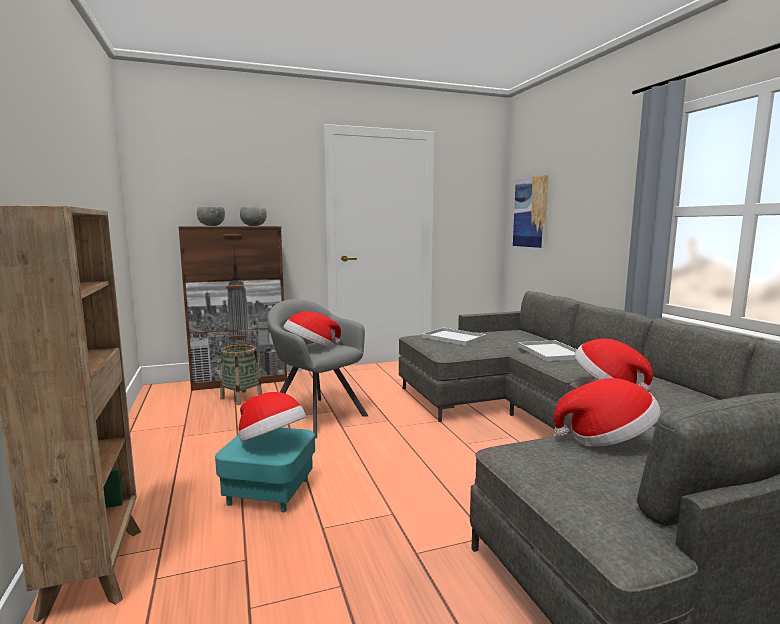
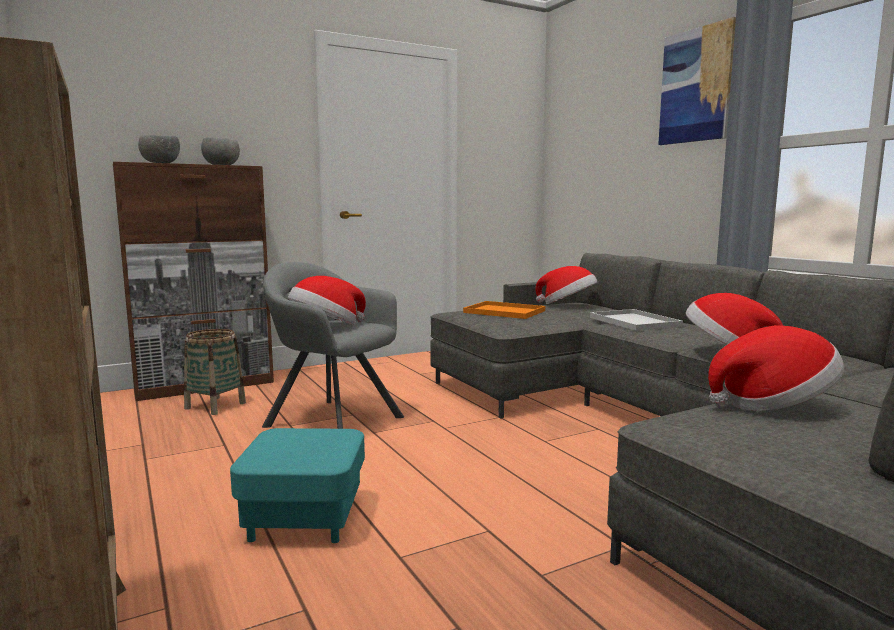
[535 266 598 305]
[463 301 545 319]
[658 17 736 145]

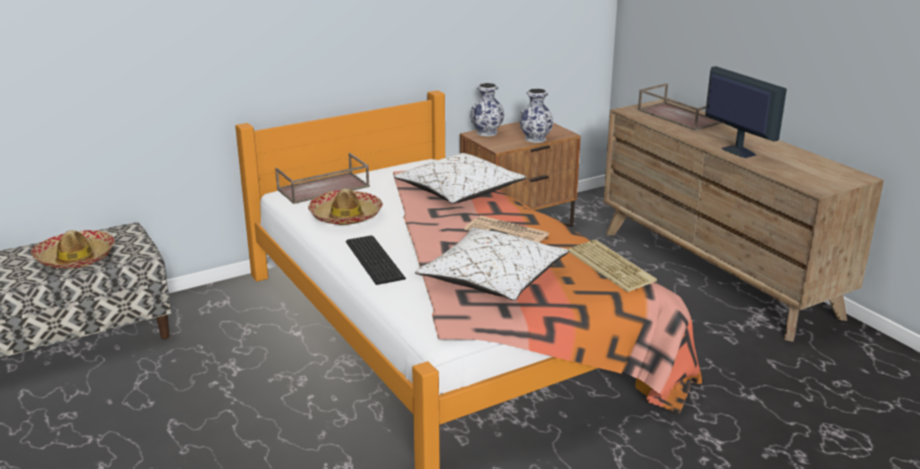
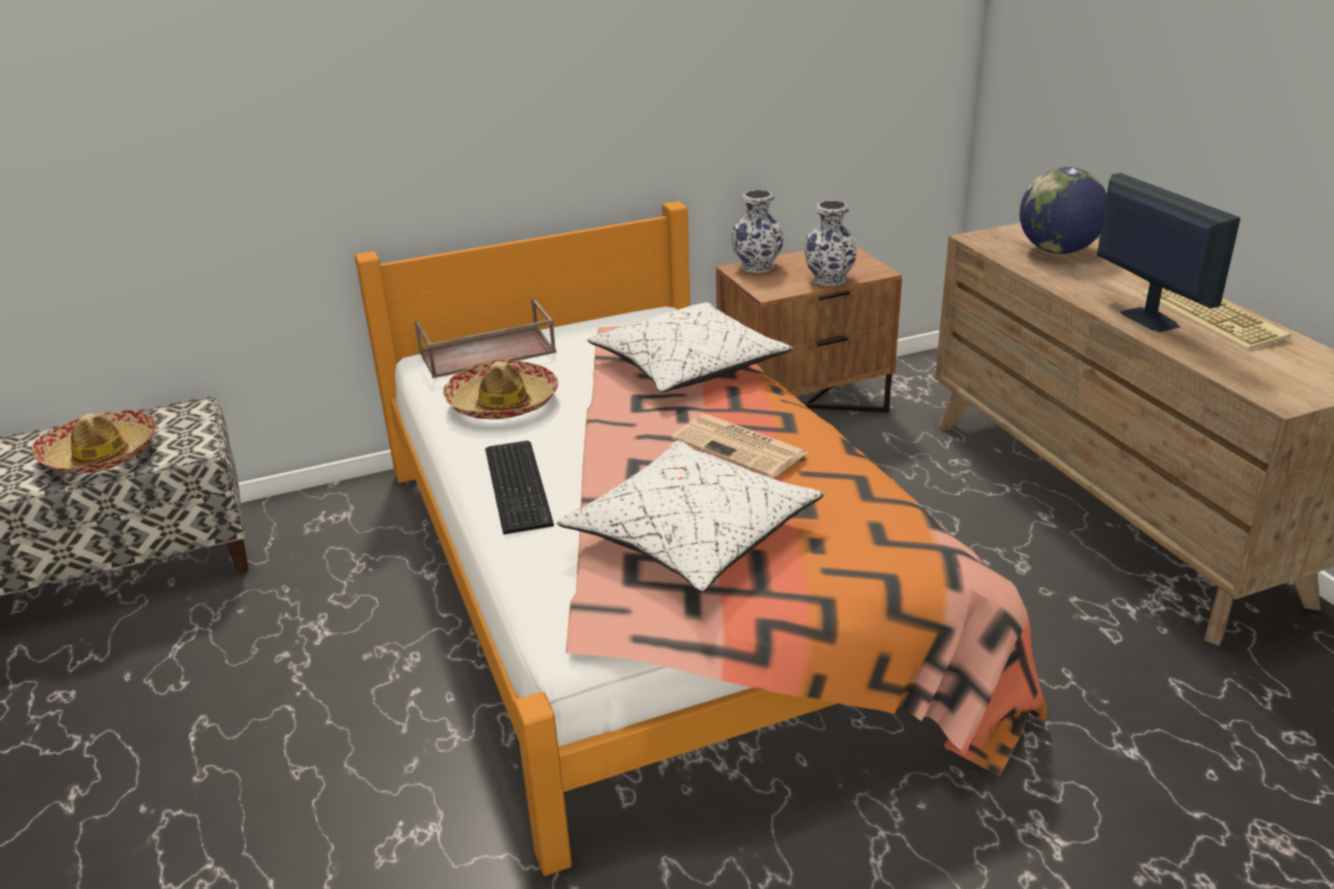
[1142 288 1291 350]
[1019 167 1107 254]

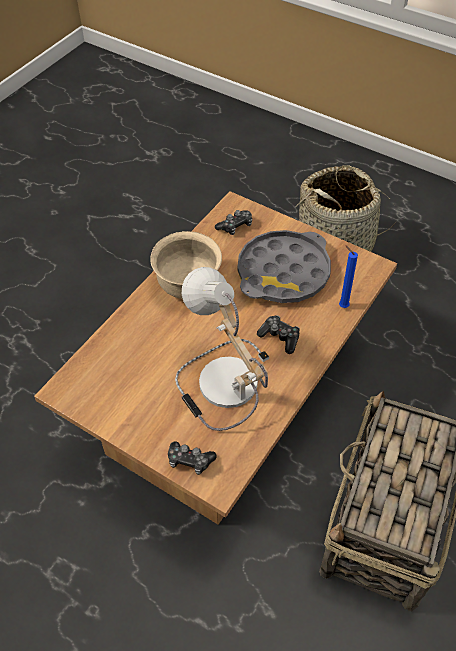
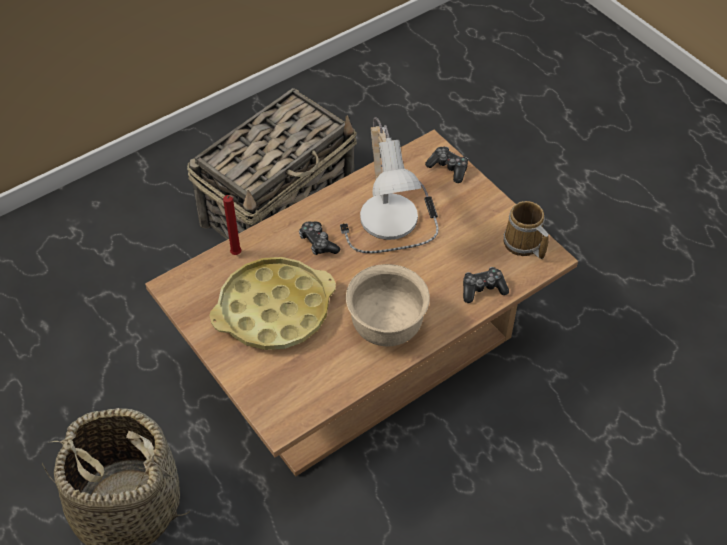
[463 267 509 303]
[210 257 336 350]
[223 195 242 255]
[504 201 549 259]

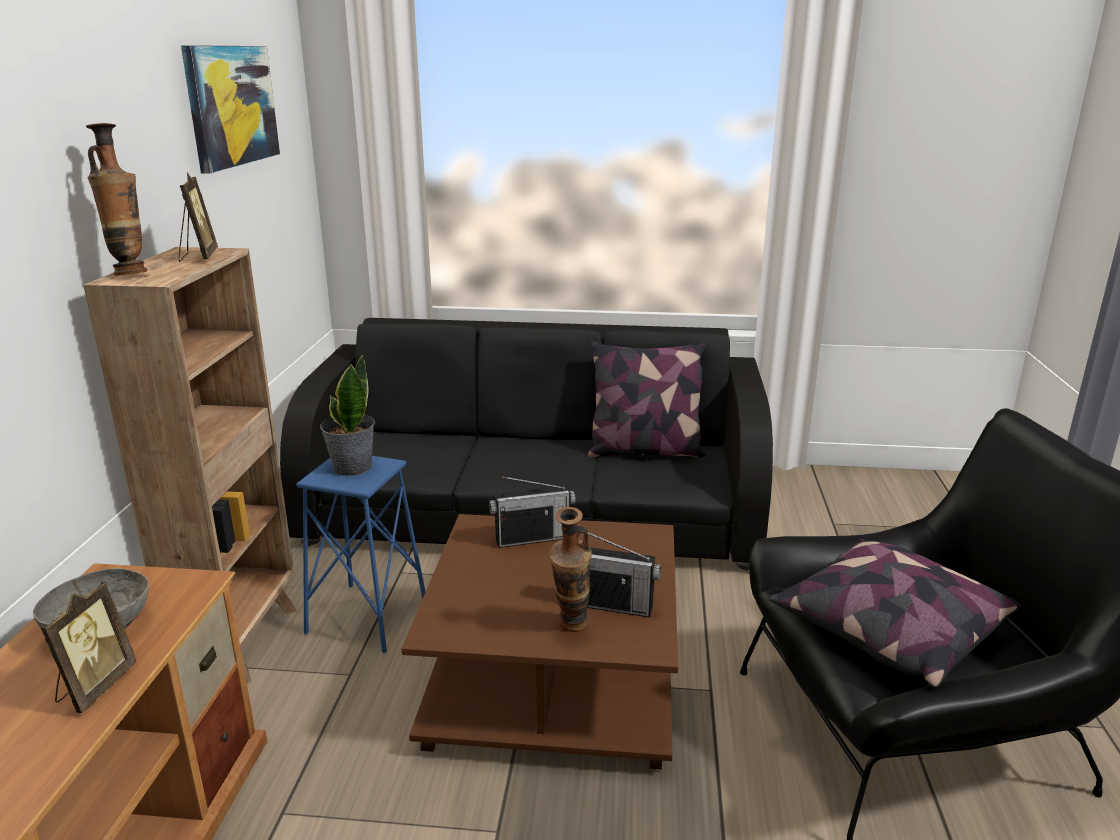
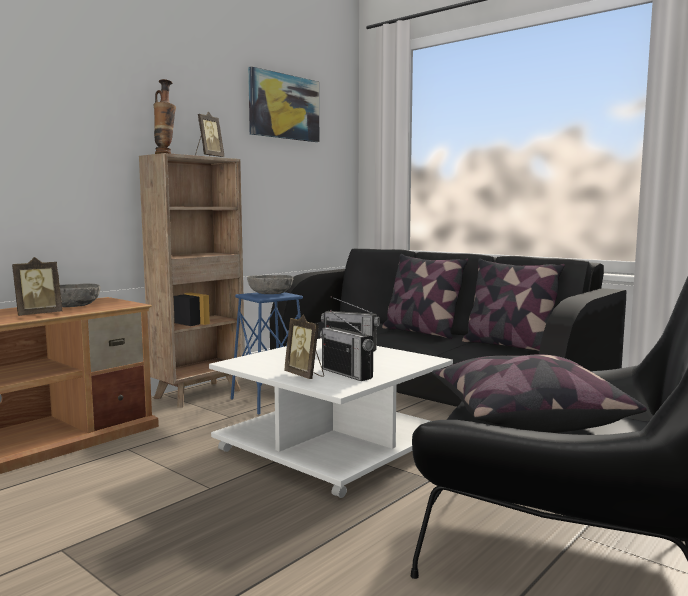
[247 275 293 294]
[209 338 453 498]
[284 314 324 379]
[382 254 468 339]

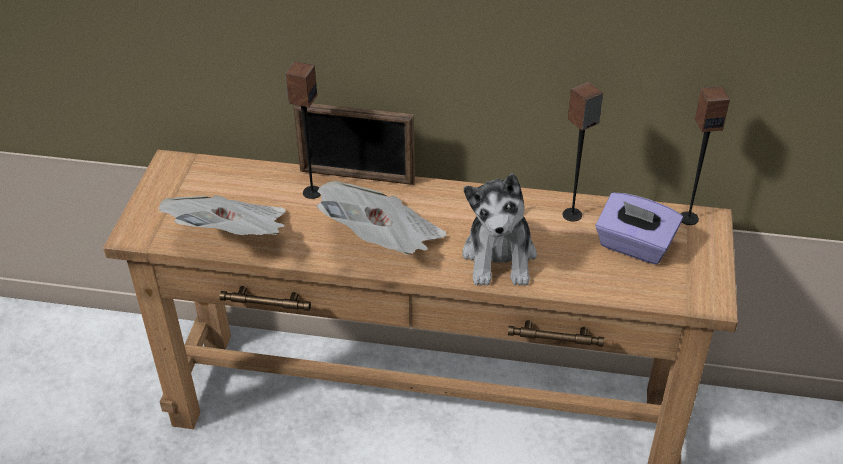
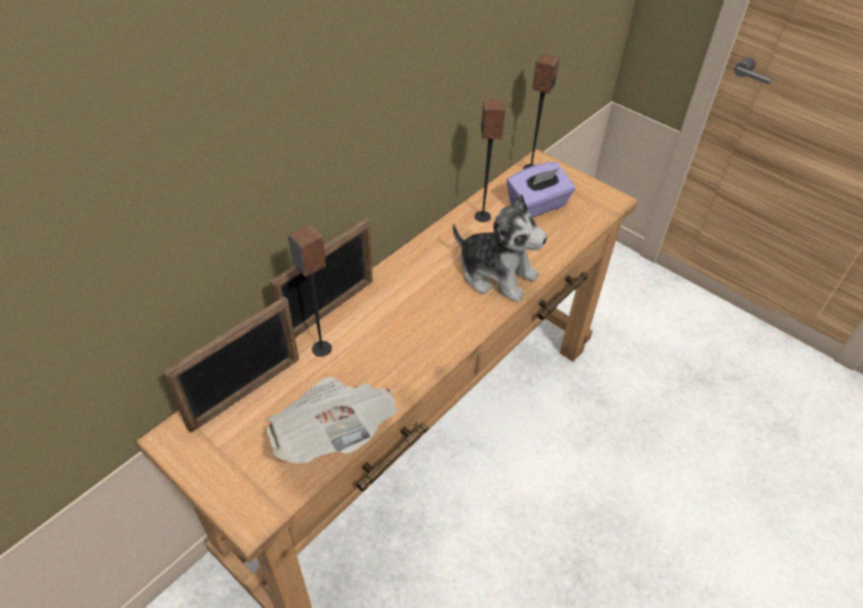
[316 181 447 255] (first image)
[163 296 299 433]

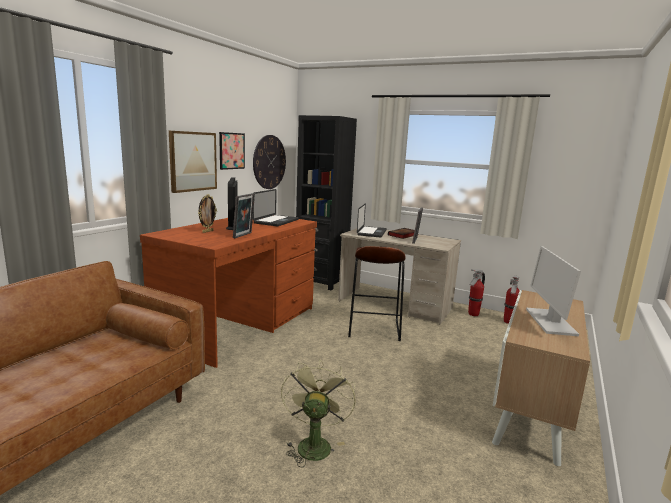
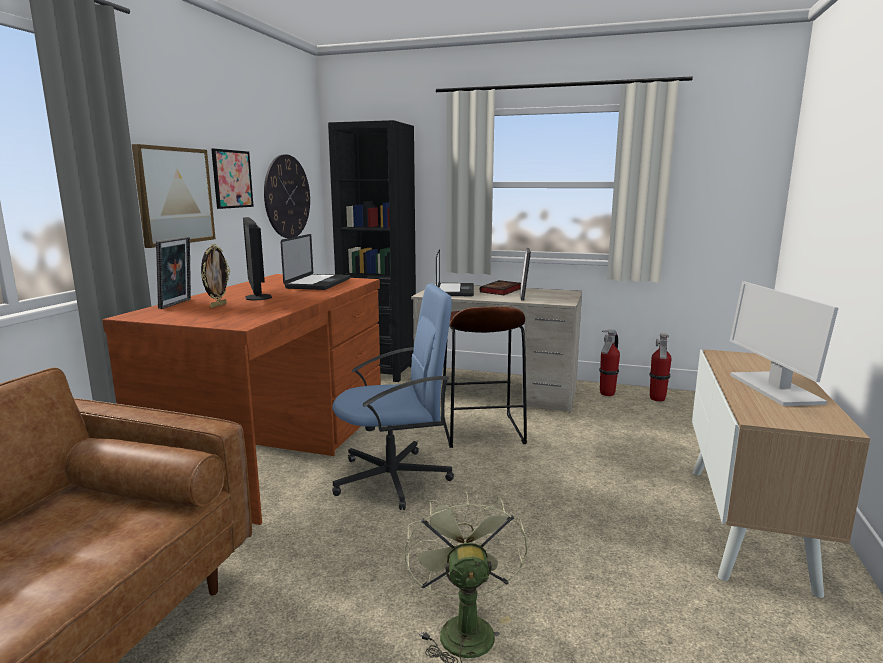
[156 237 191 309]
[332 284 454 510]

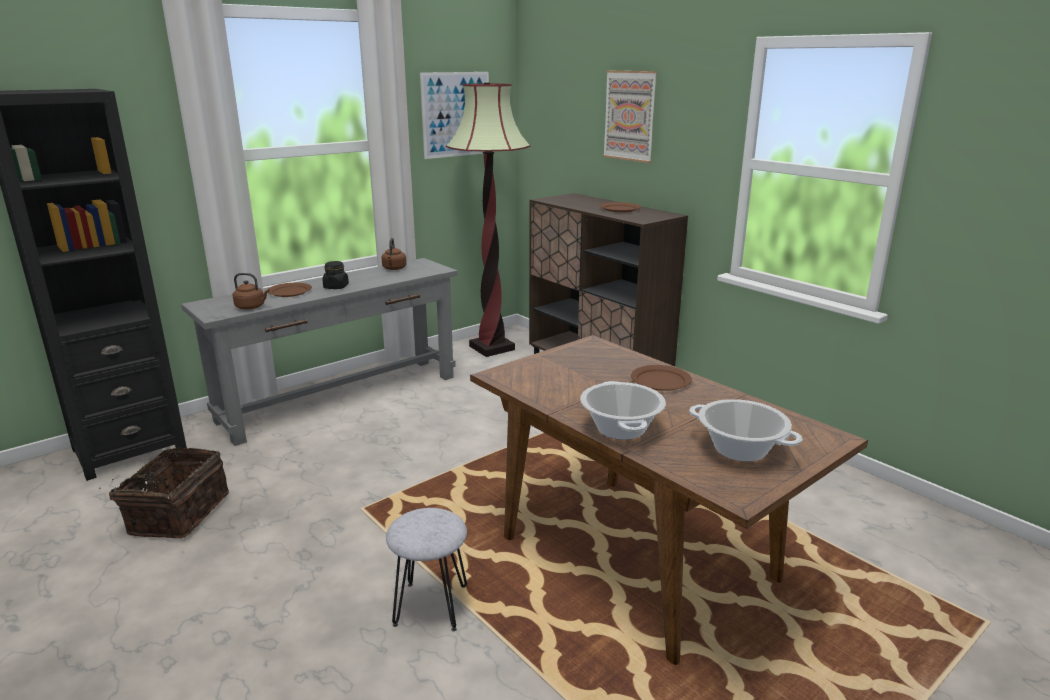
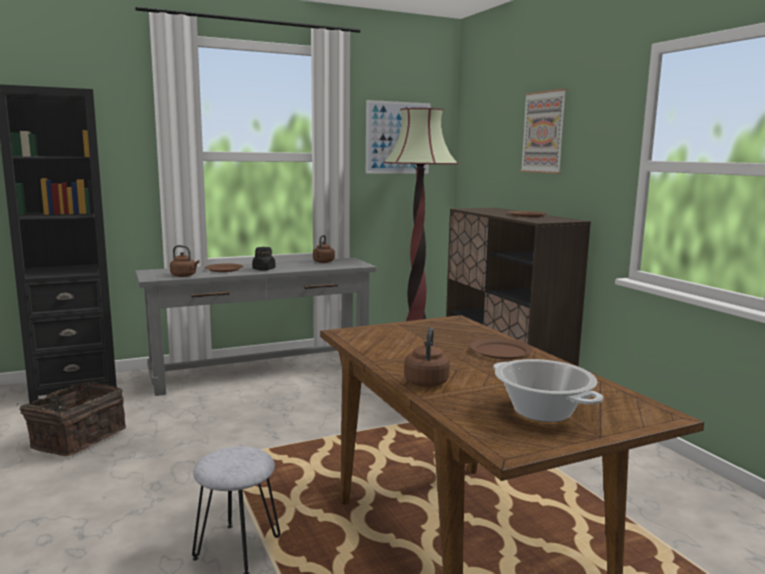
[404 327 450 387]

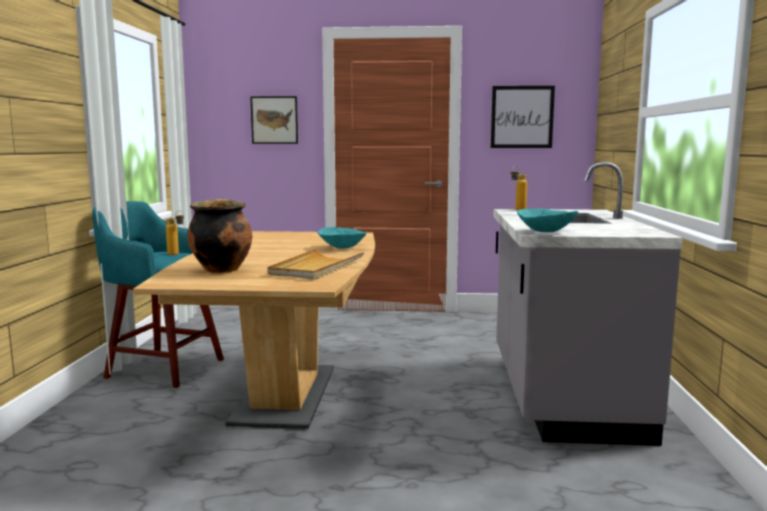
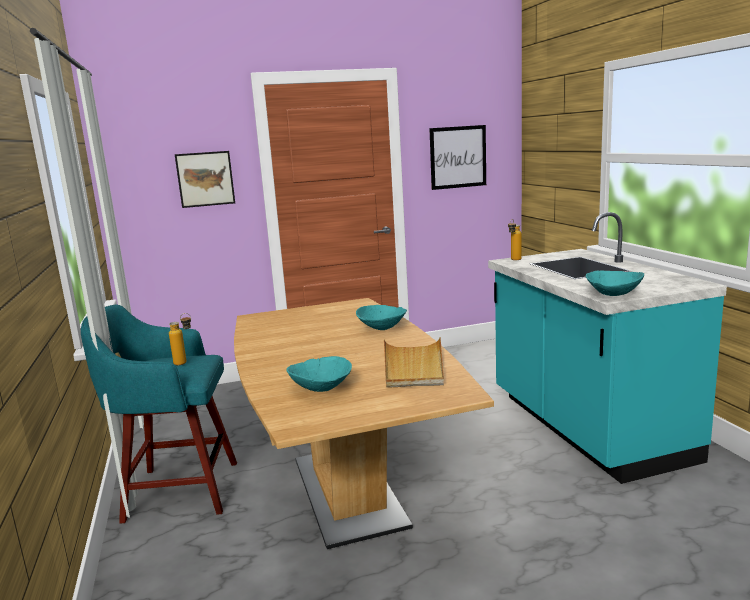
[286 356 352 392]
[488 212 727 484]

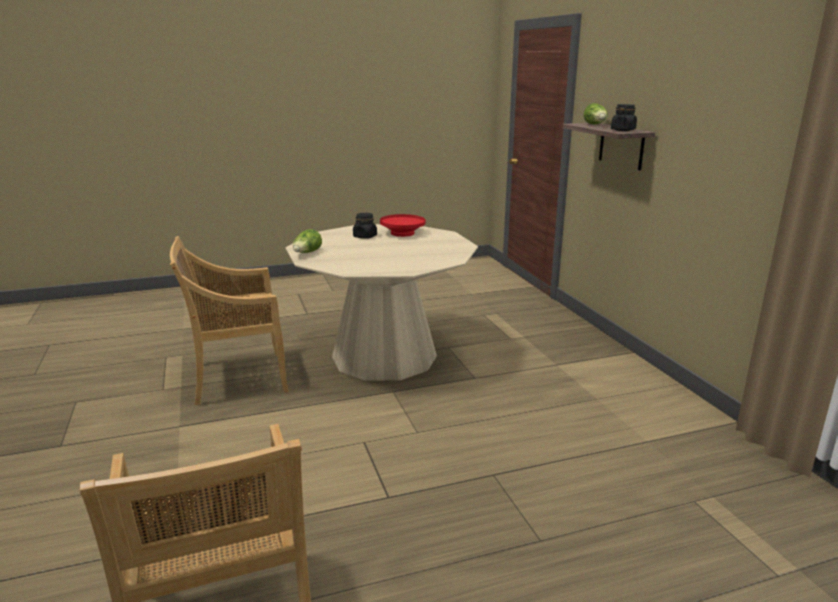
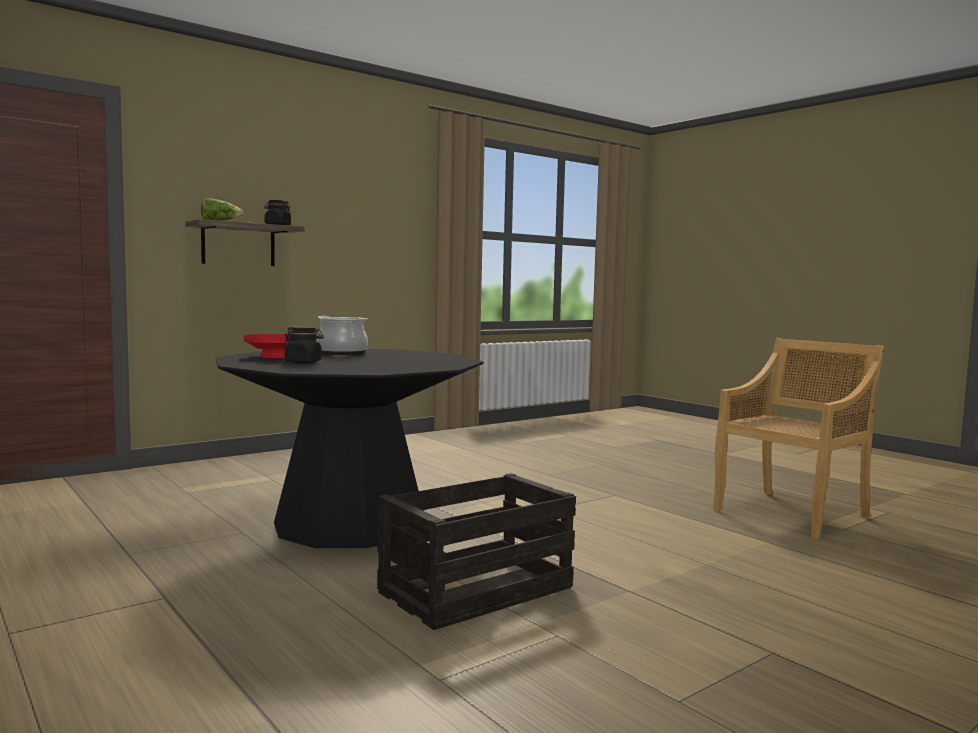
[377 473 576 630]
[216 349 484 548]
[293 229 322 253] (first image)
[317 316 368 355]

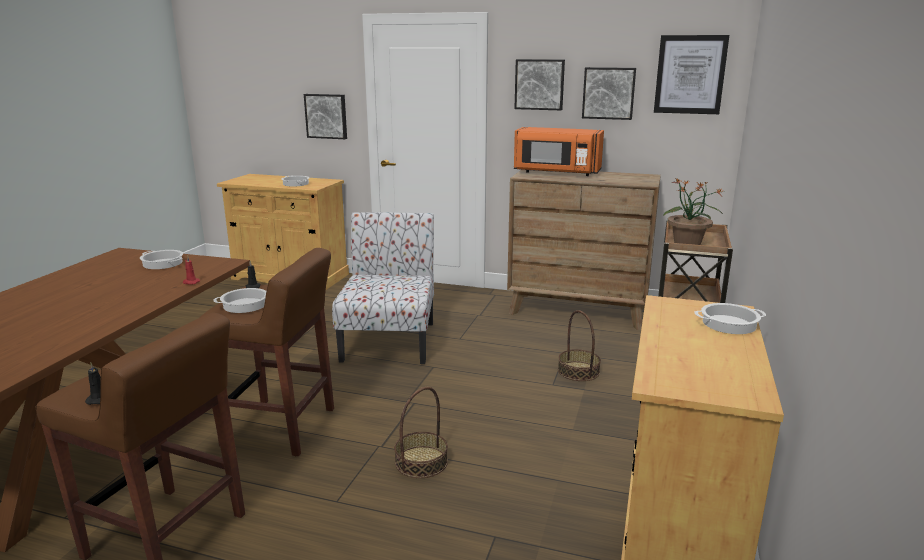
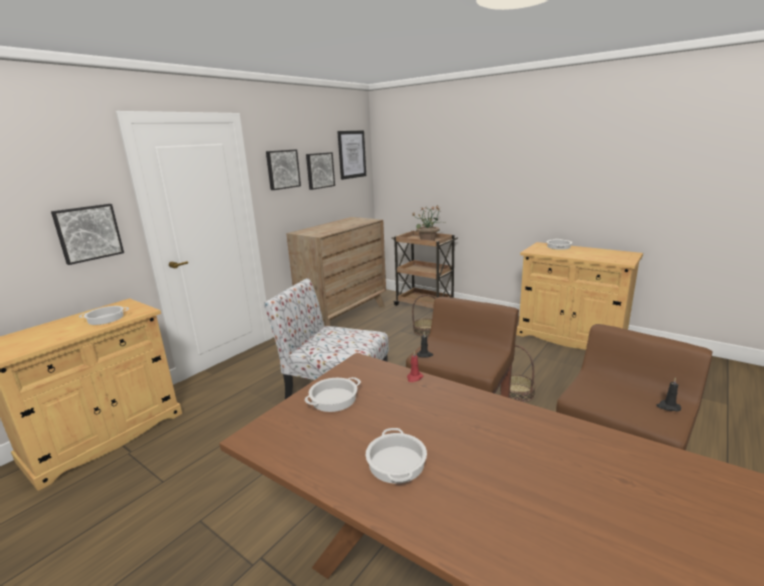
[366 428 427 484]
[514 127 604 176] (first image)

